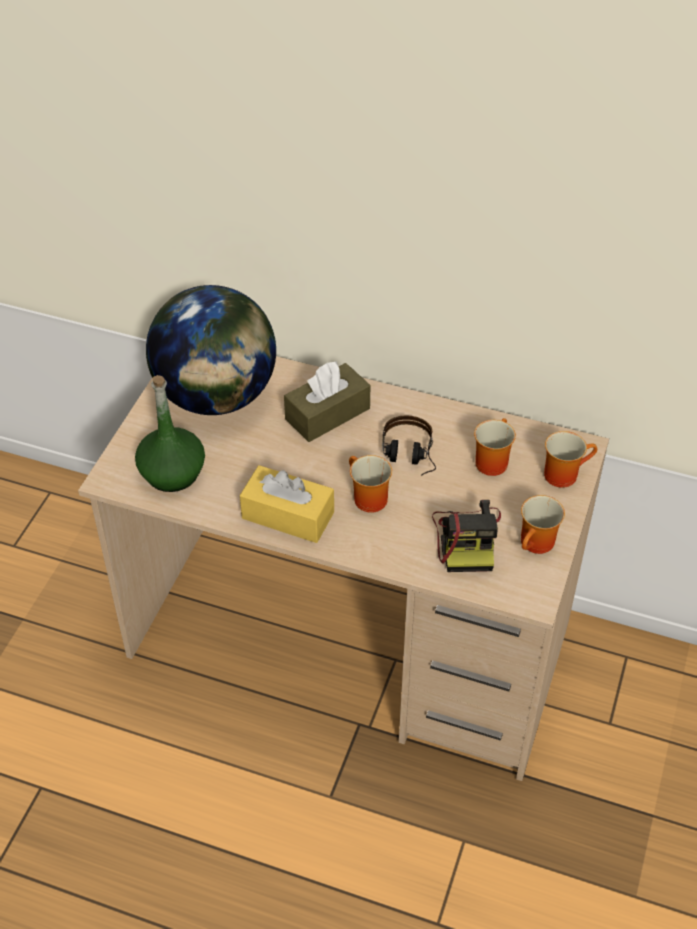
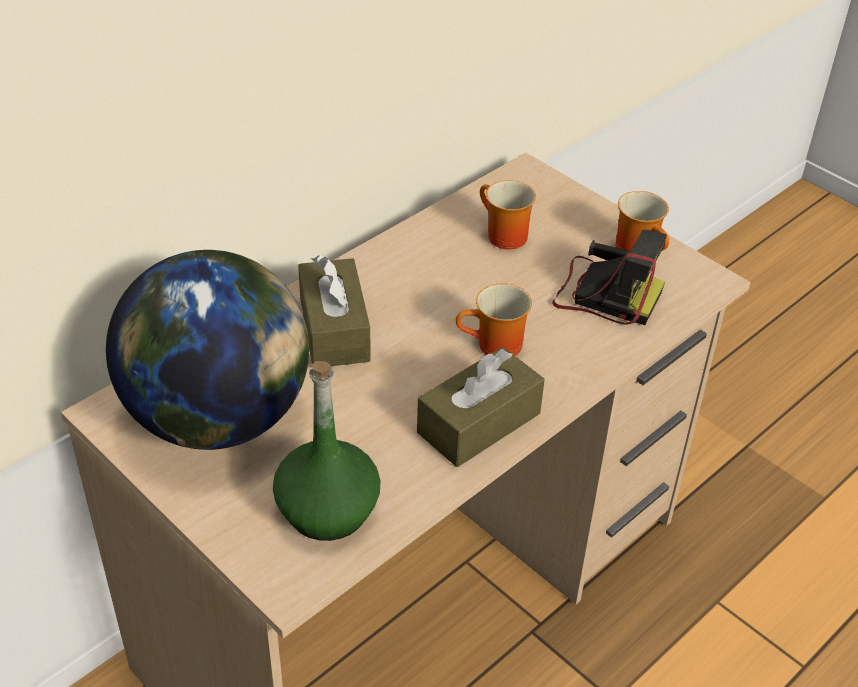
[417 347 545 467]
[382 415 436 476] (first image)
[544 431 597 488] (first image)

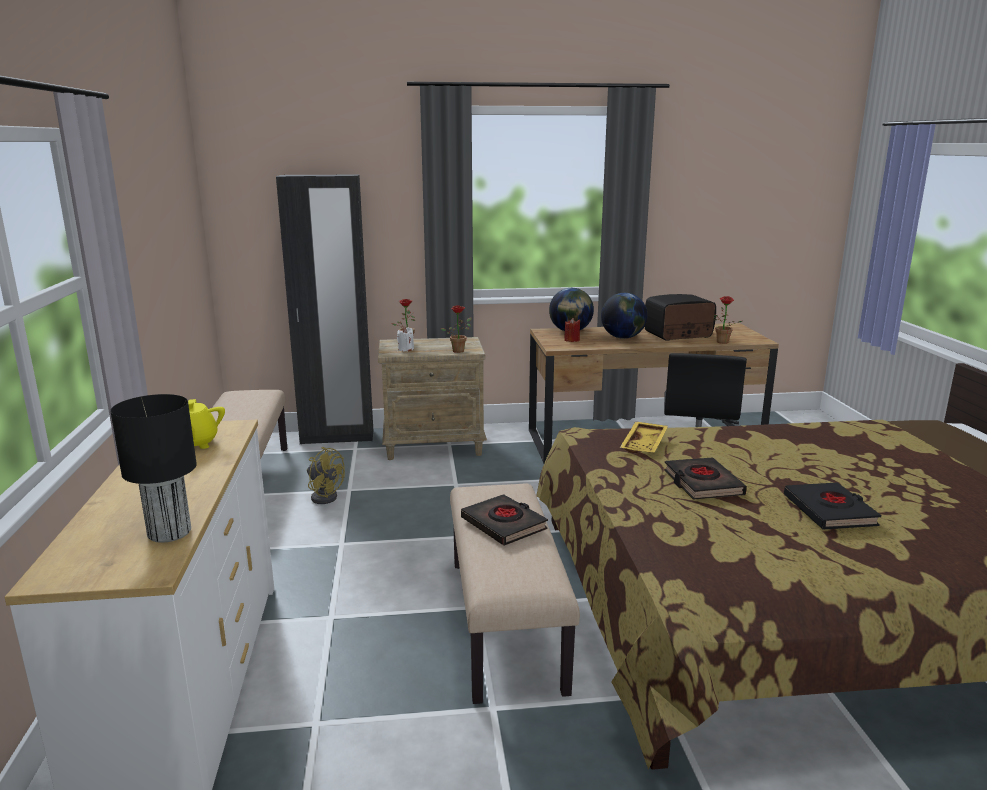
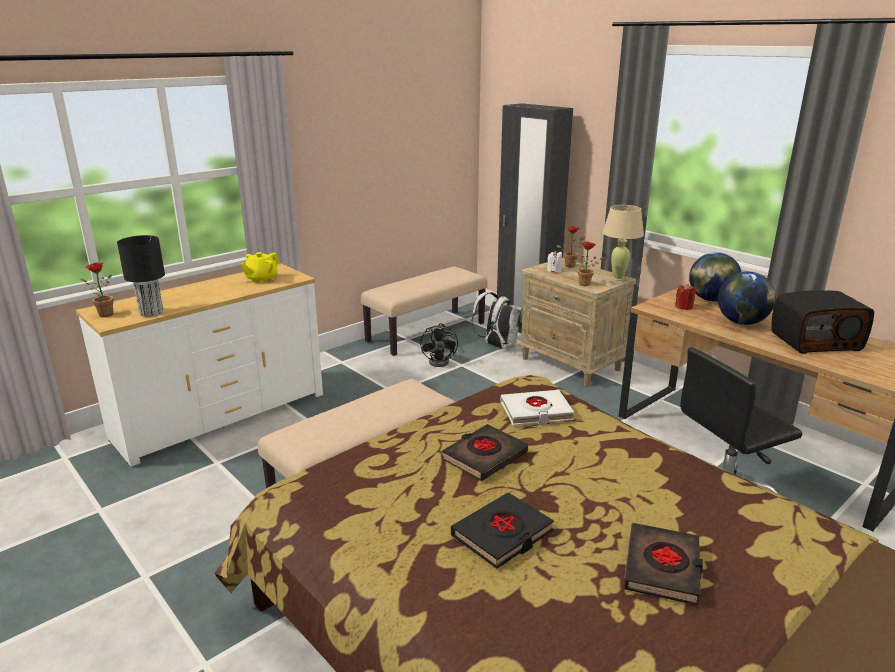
[420 323 459 367]
[623 523 703 606]
[500 390 574 426]
[771 290 874 354]
[80 262 114 317]
[472 292 523 349]
[602 205 644 281]

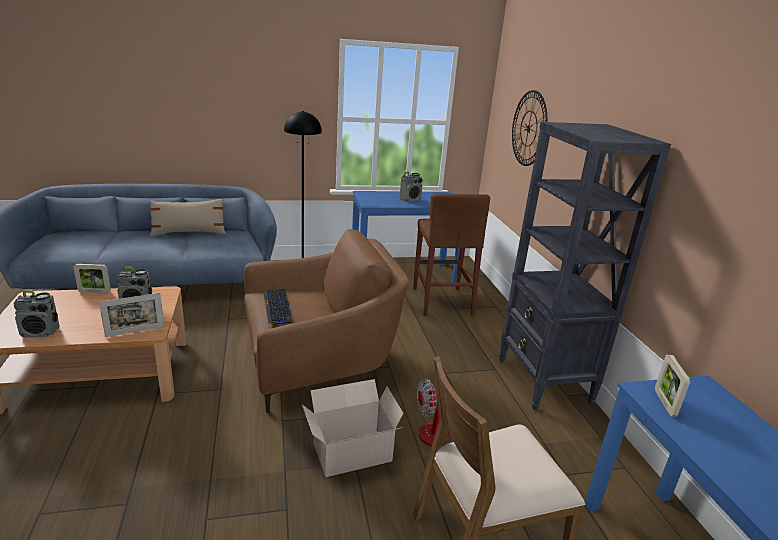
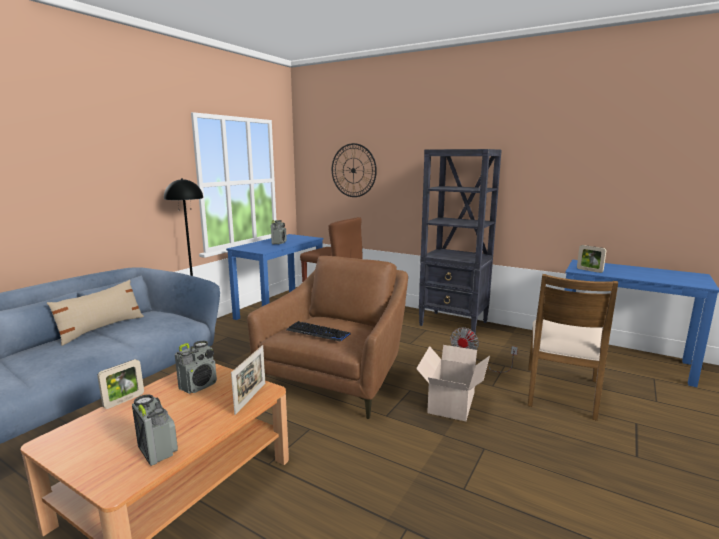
[132 394 178 466]

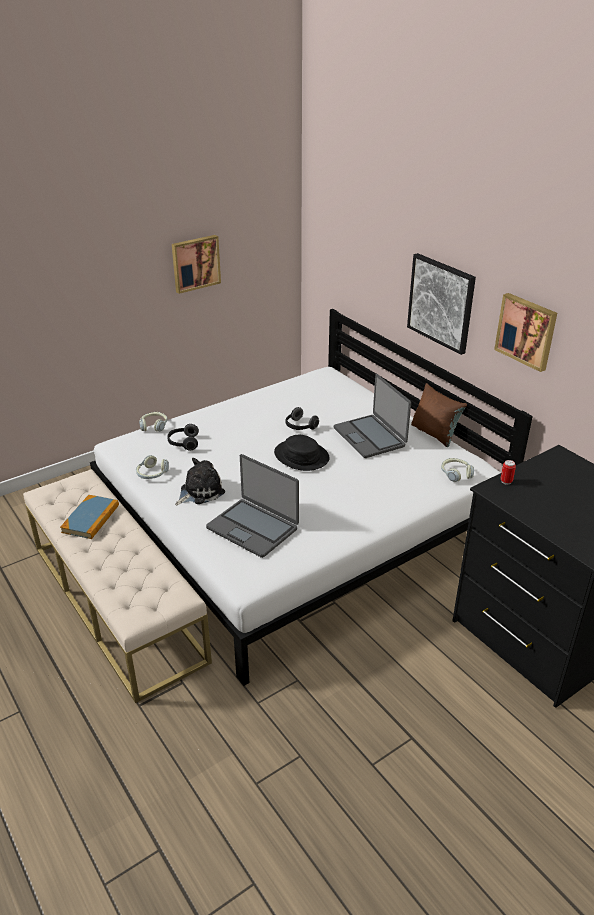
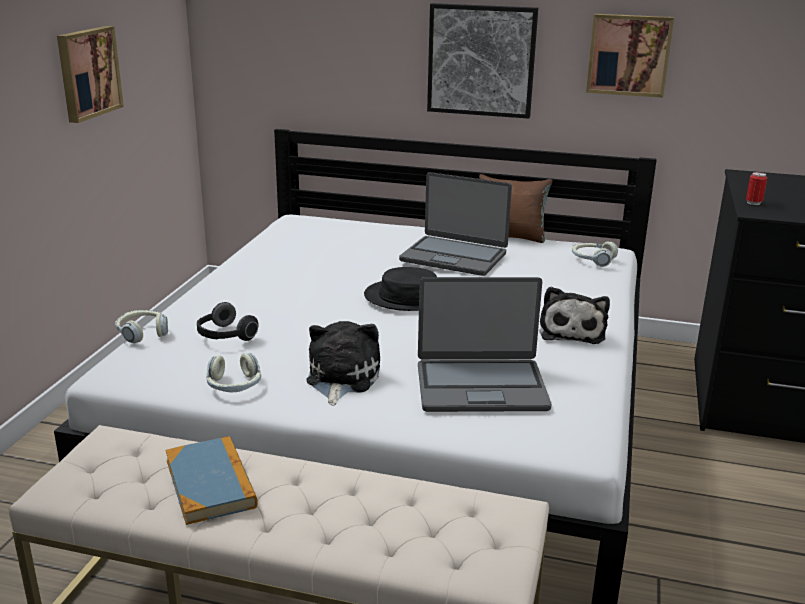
[285 407 319 430] (first image)
[539 286 610 344]

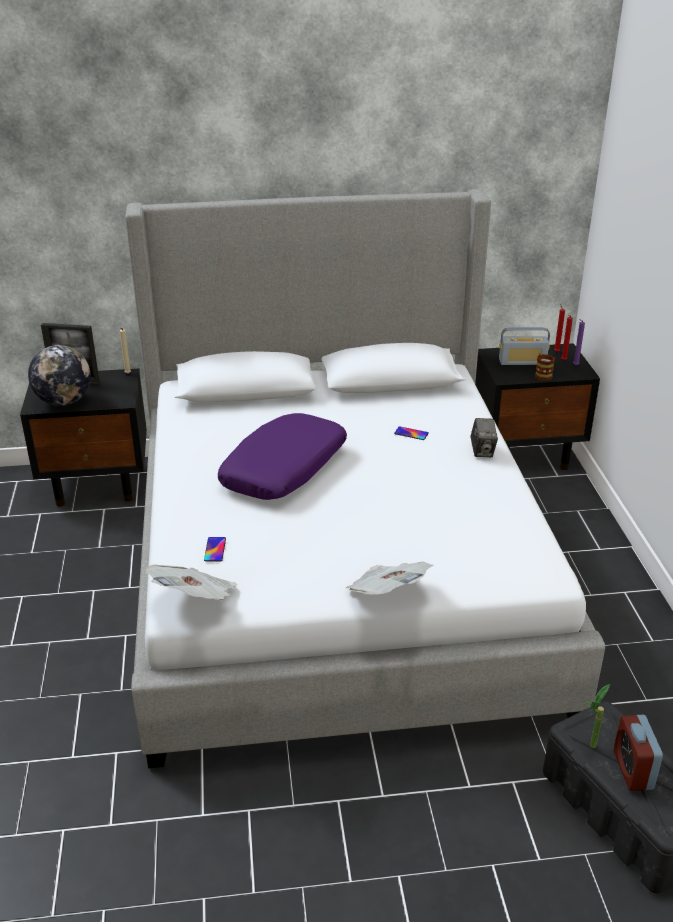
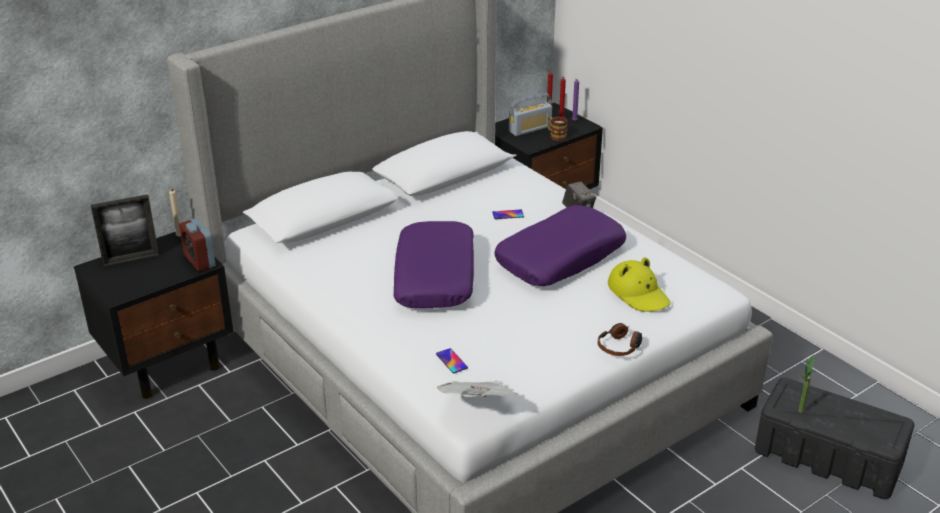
[28 345 91 406] (first image)
[598 323 642 356]
[179 219 216 271]
[494 205 626 286]
[608 257 670 312]

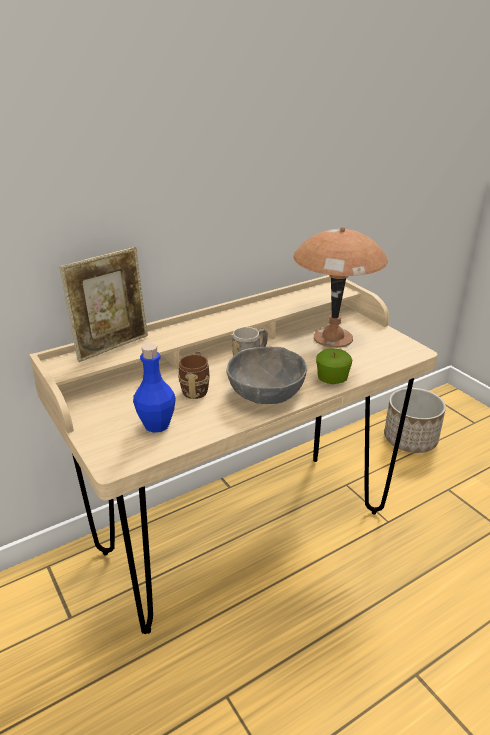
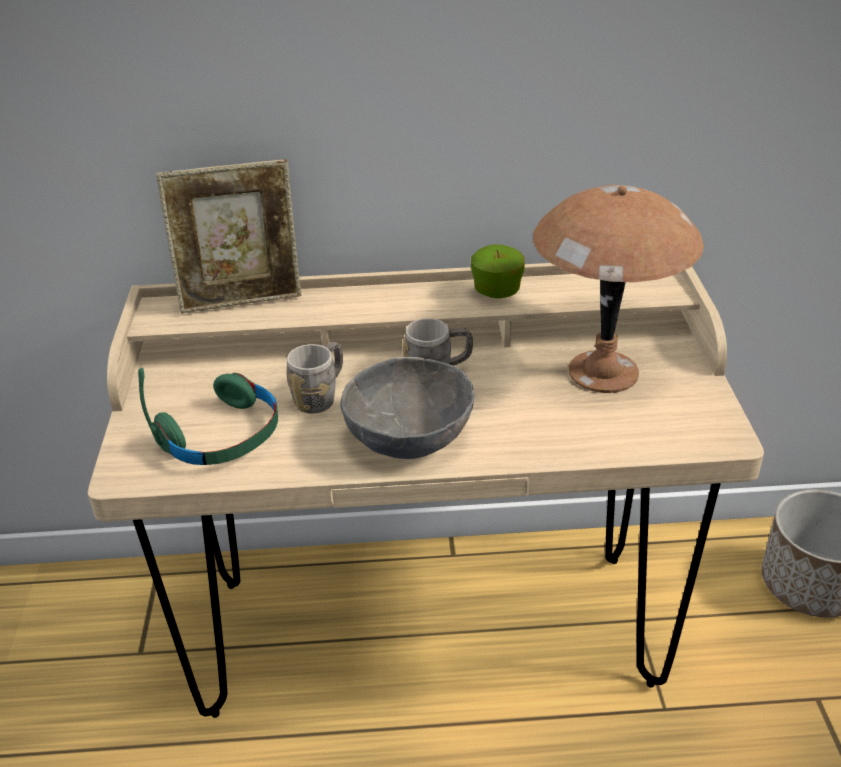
[138 368 278 465]
[286 342 343 414]
[471 244 525 298]

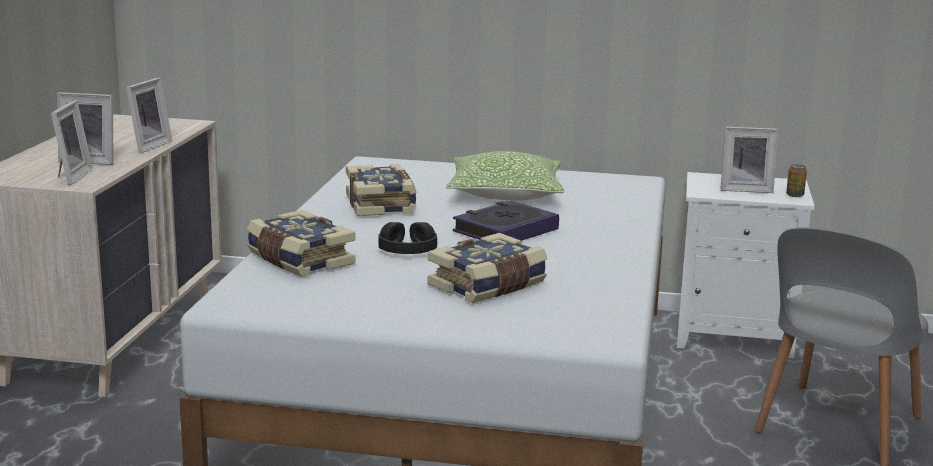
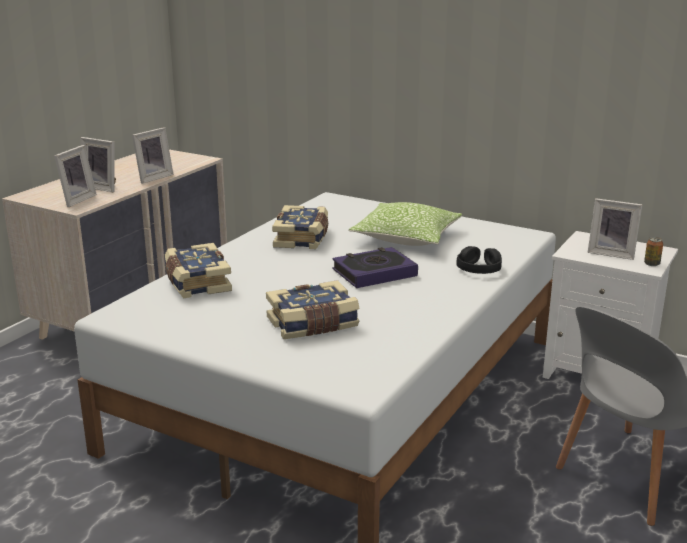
[456 246 502 274]

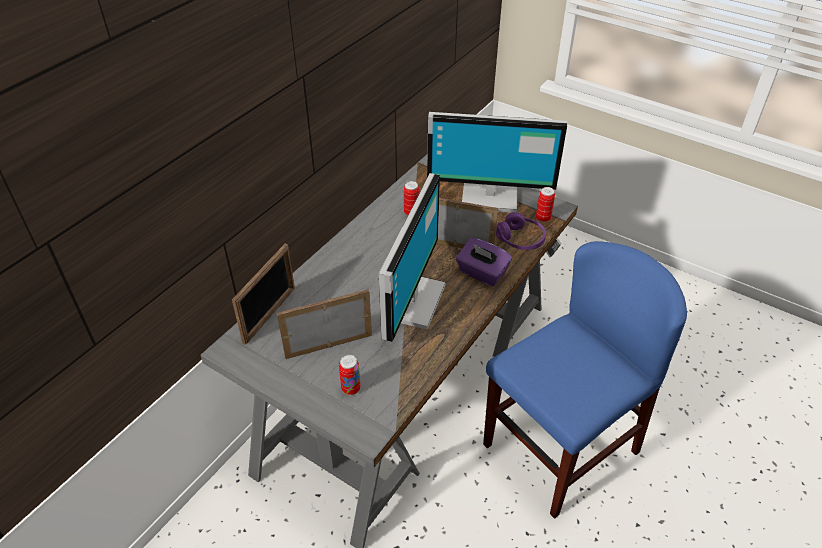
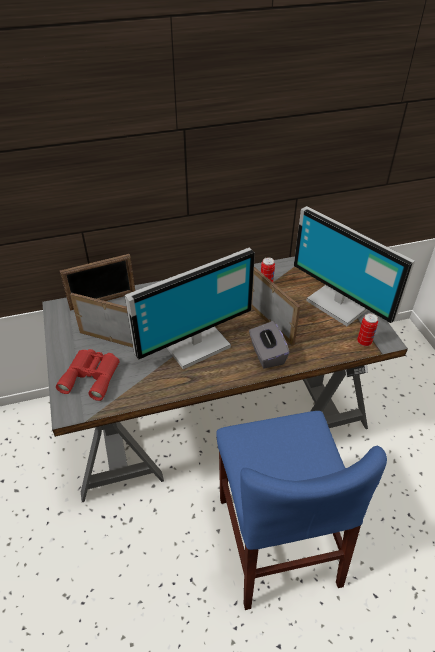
[56 349 120 401]
[249 321 290 369]
[216 411 387 610]
[496 212 546 250] (first image)

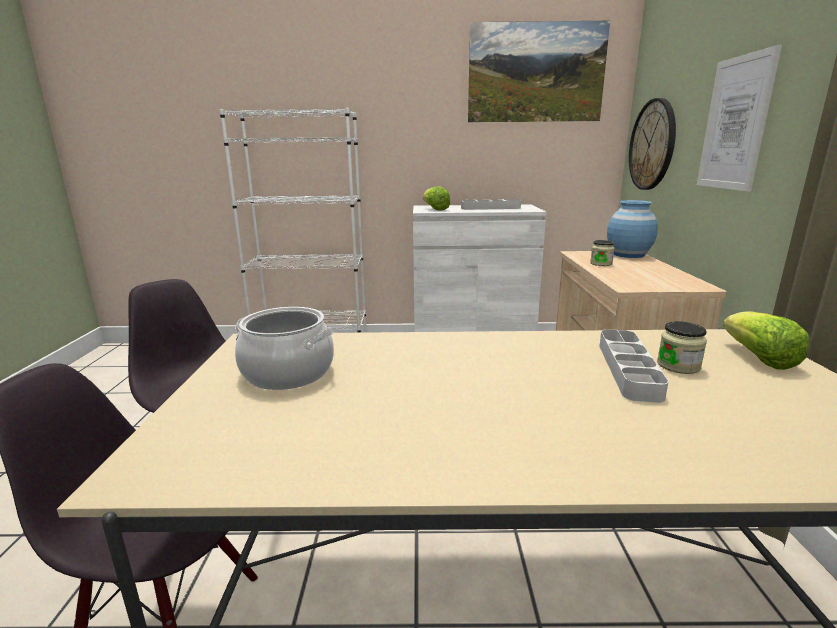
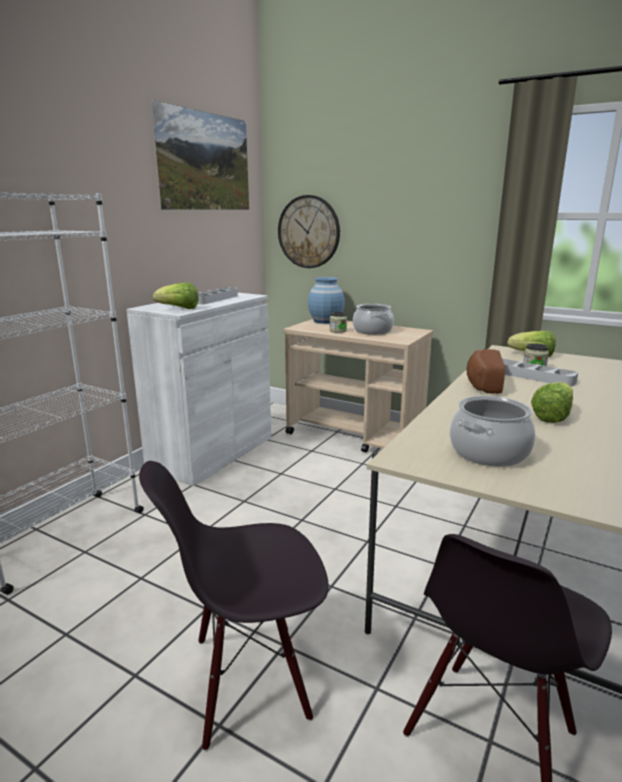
[697 44 782 191] (first image)
[353 304 394 335]
[467 349 505 394]
[531 382 573 423]

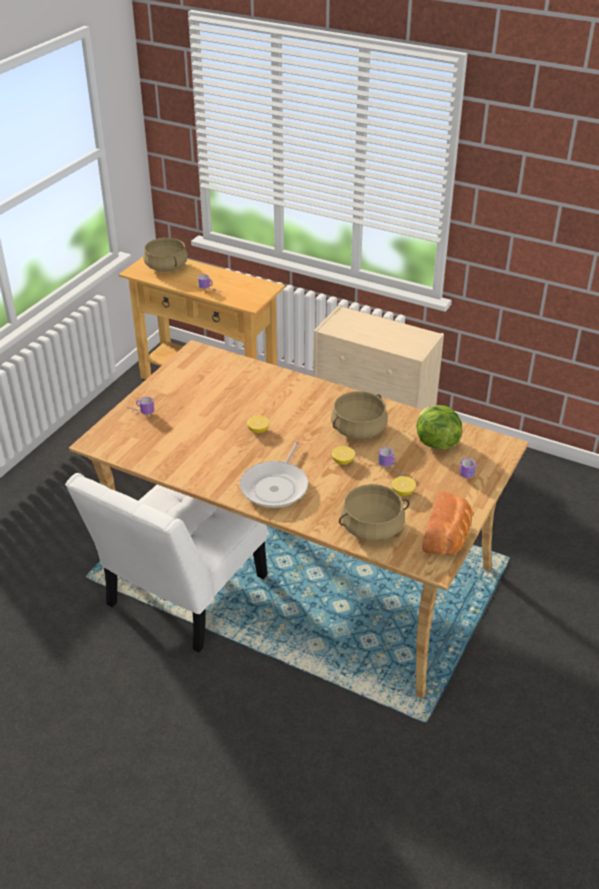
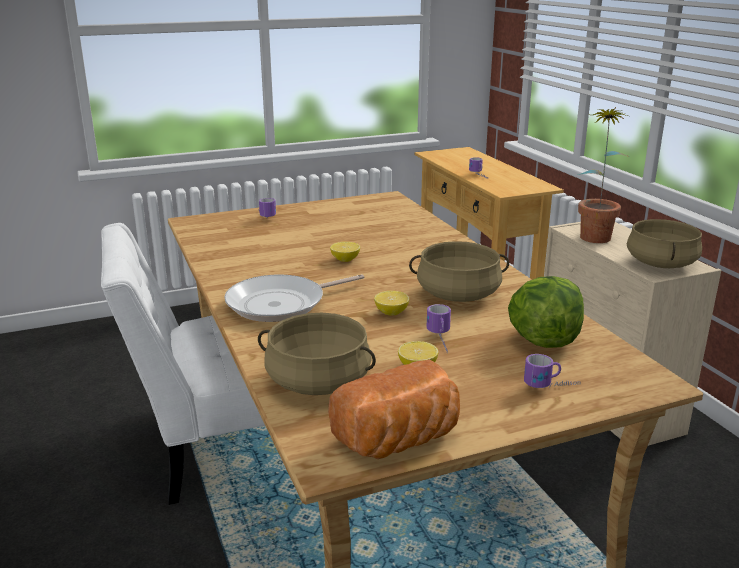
[627 219 702 268]
[577 107 630 243]

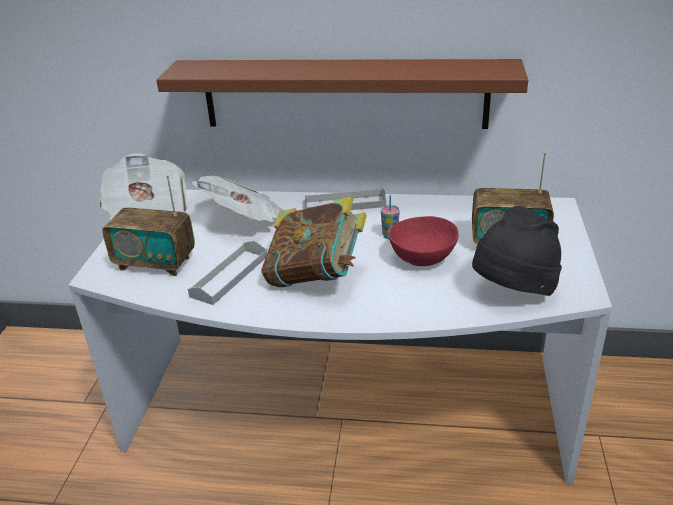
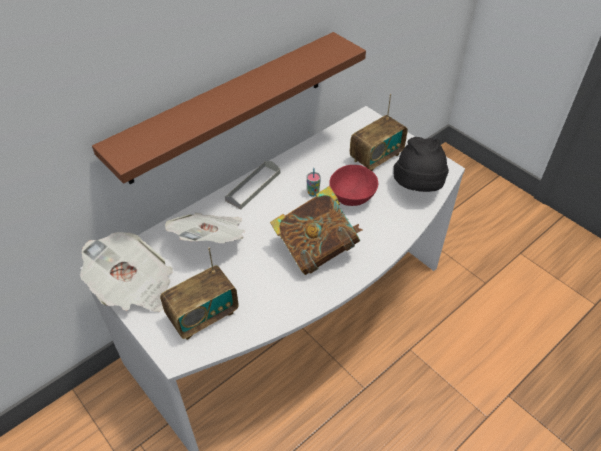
[188 241 267 305] (first image)

